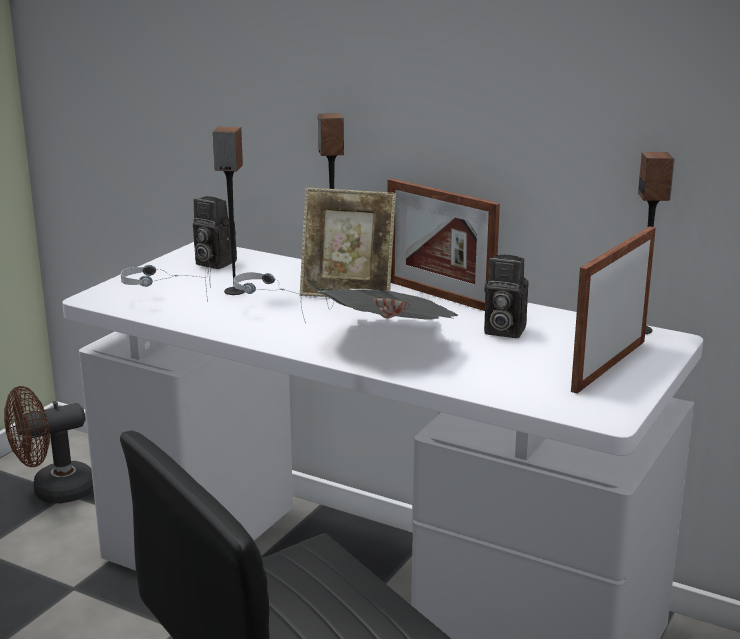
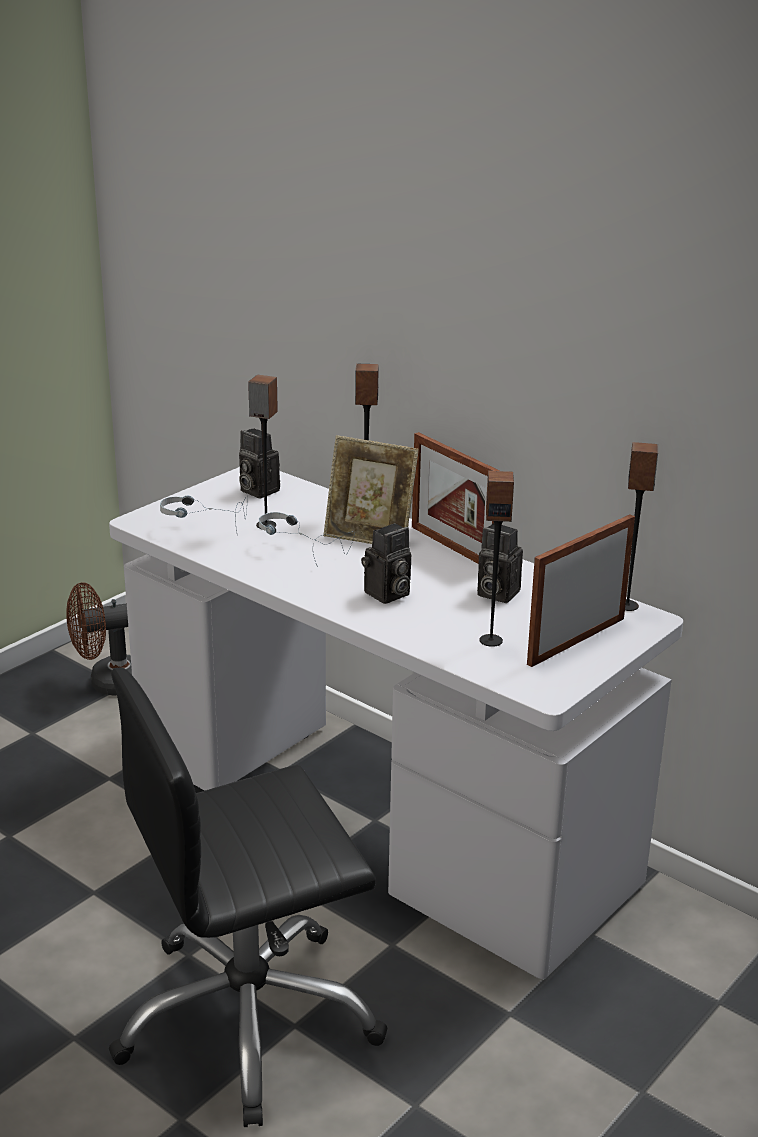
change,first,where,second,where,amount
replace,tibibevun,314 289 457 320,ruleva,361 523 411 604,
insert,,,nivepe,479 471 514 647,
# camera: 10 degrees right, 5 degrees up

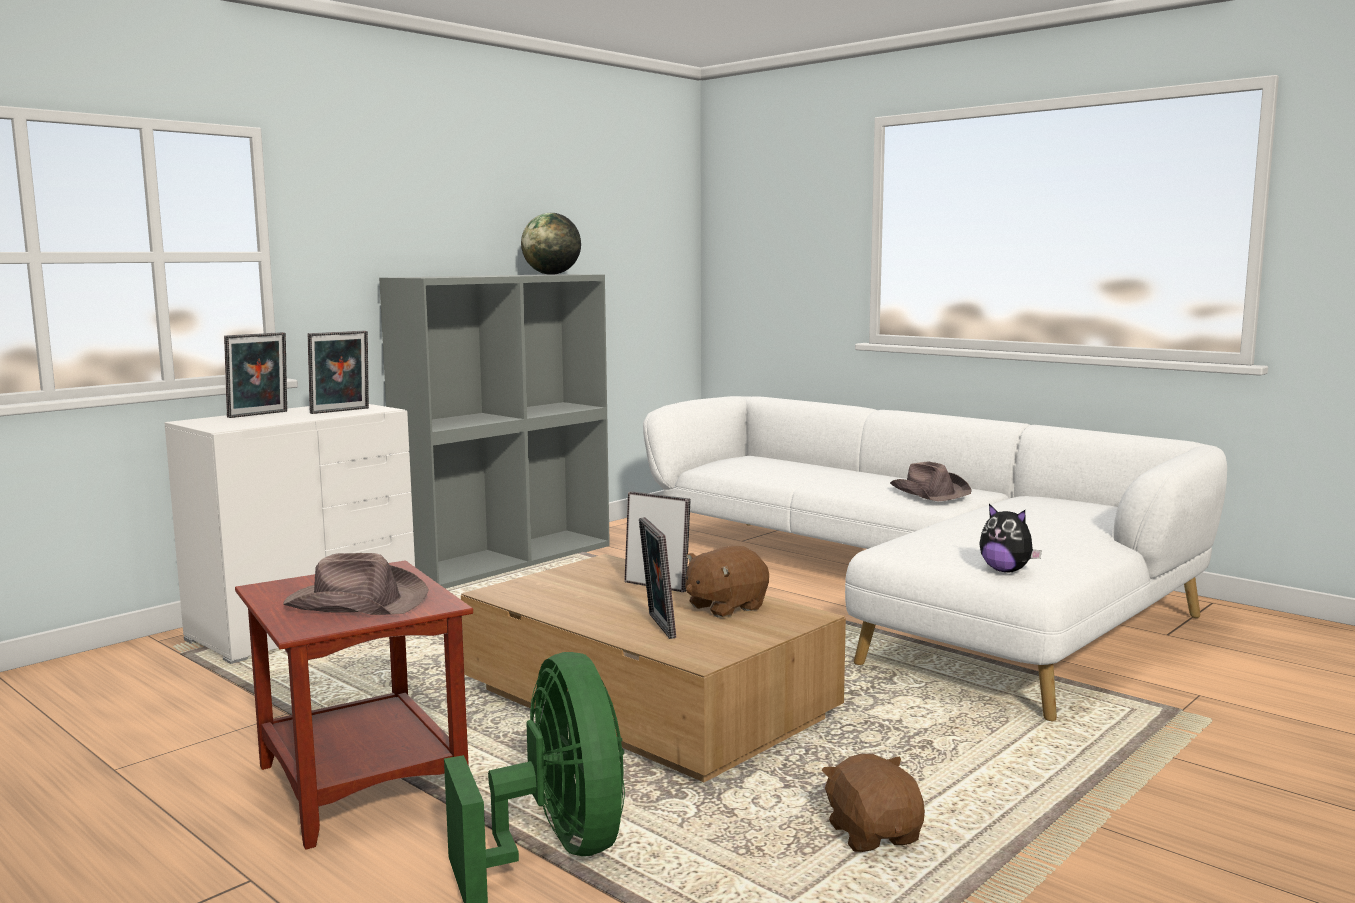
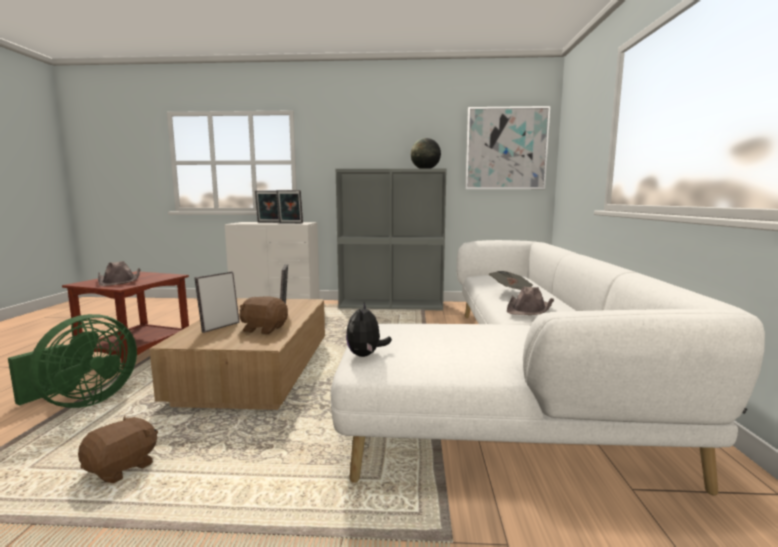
change,first,where,second,where,amount
insert,,,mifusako,465 106 550 189,
insert,,,tibibevun,489 271 533 290,
# camera: 50 degrees right, 0 degrees up

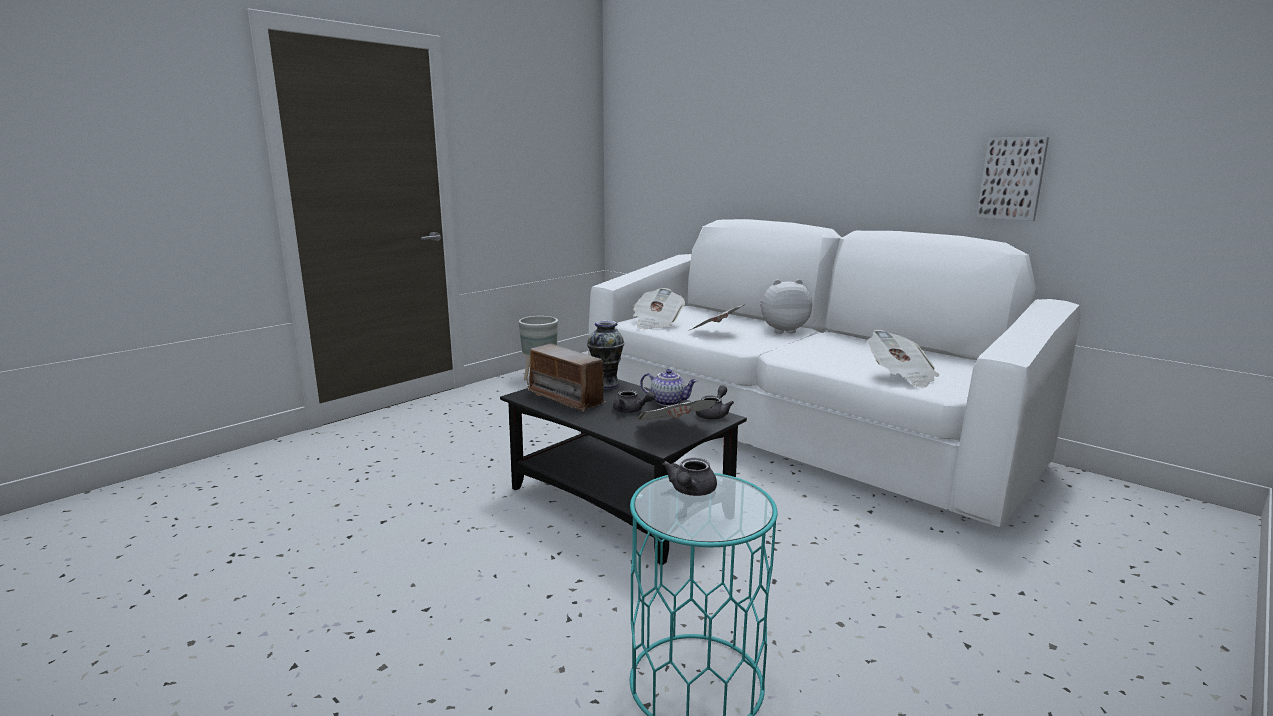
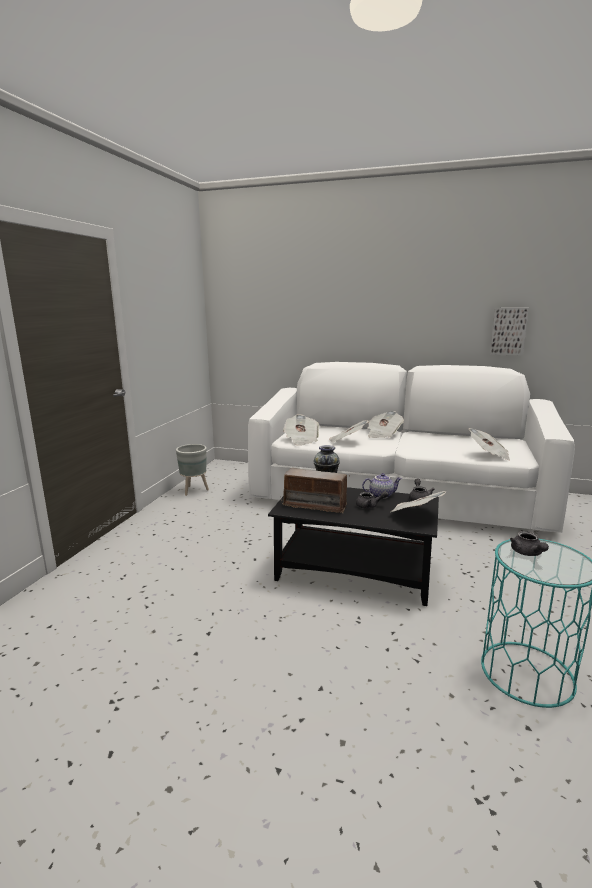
change,first,where,second,where,amount
replace,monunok,760 279 812 334,tibibevun,367 411 404 438,
# camera: 25 degrees left, 0 degrees up

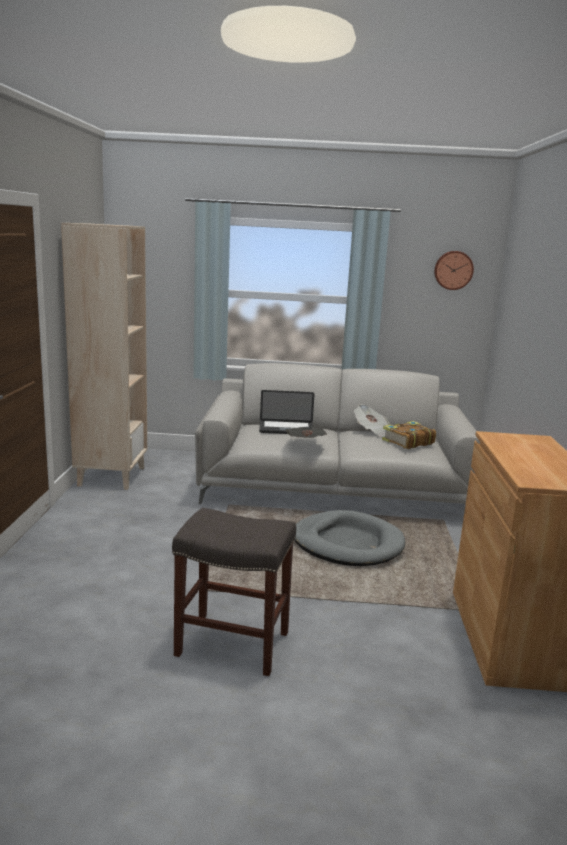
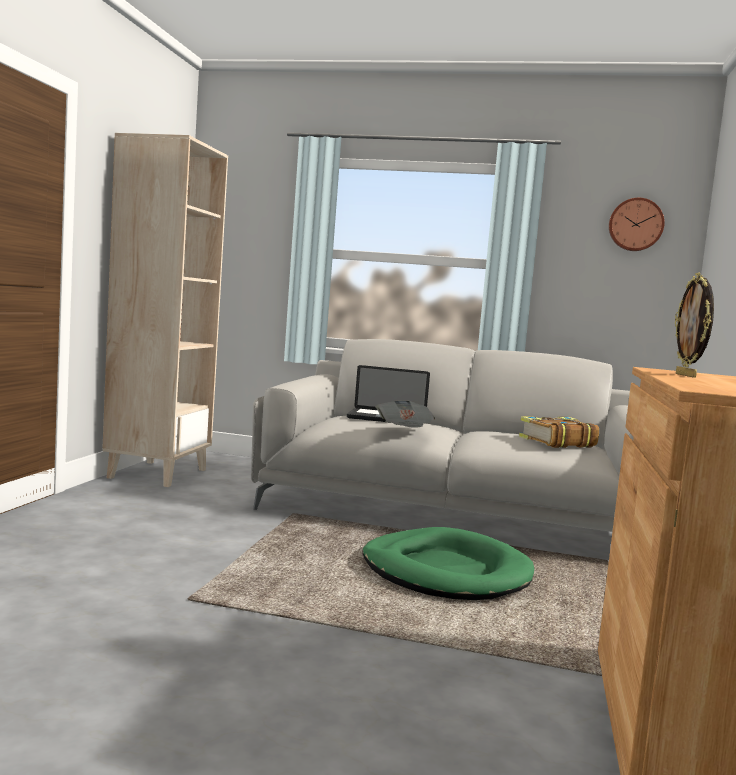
change,first,where,second,where,amount
recolor,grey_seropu,294 510 405 566,green_seropu,363 527 534 600,
insert,,,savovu,675 273 714 378,
delete,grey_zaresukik,172 508 296 676,,,
delete,tibibevun,354 404 390 437,,,
# camera: 10 degrees right, 10 degrees down

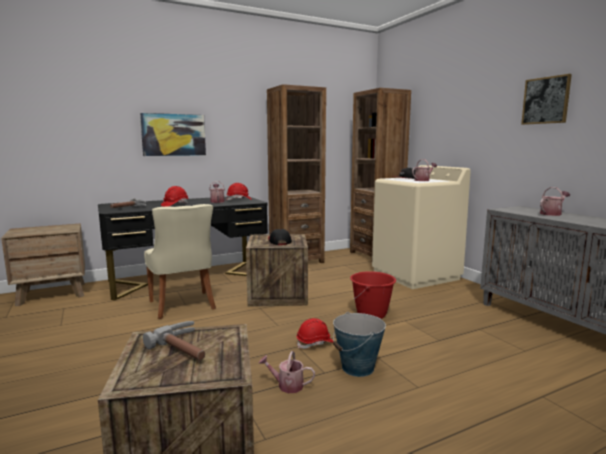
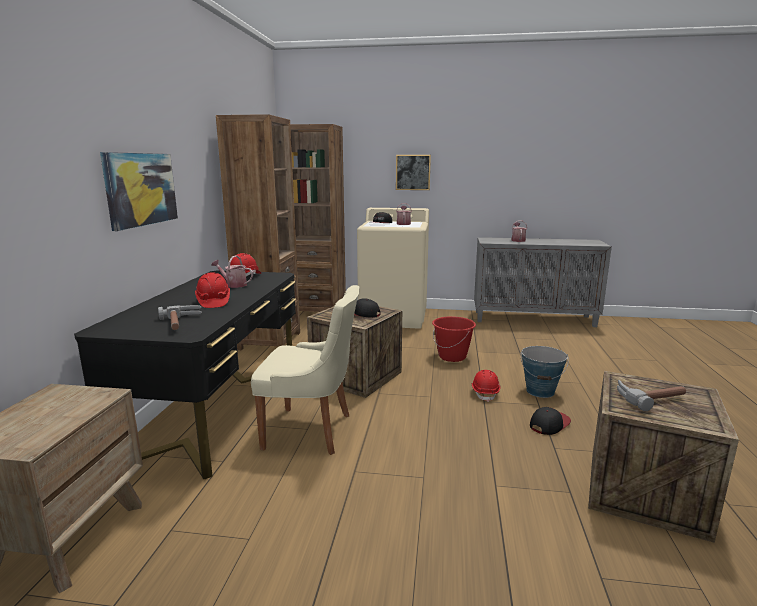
change,first,where,second,where,amount
move,mifusako,521 74 572 125,,396 155 431 190,
replace,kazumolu,259 351 315 393,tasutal,530 407 571 435,
# camera: 55 degrees left, 5 degrees up

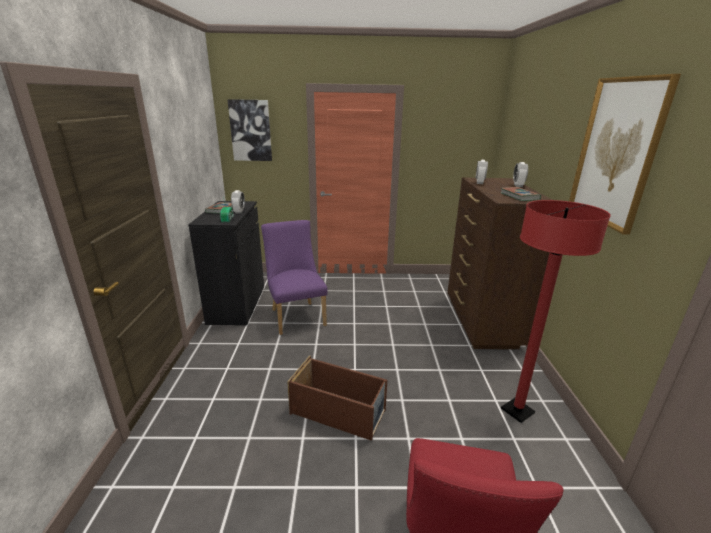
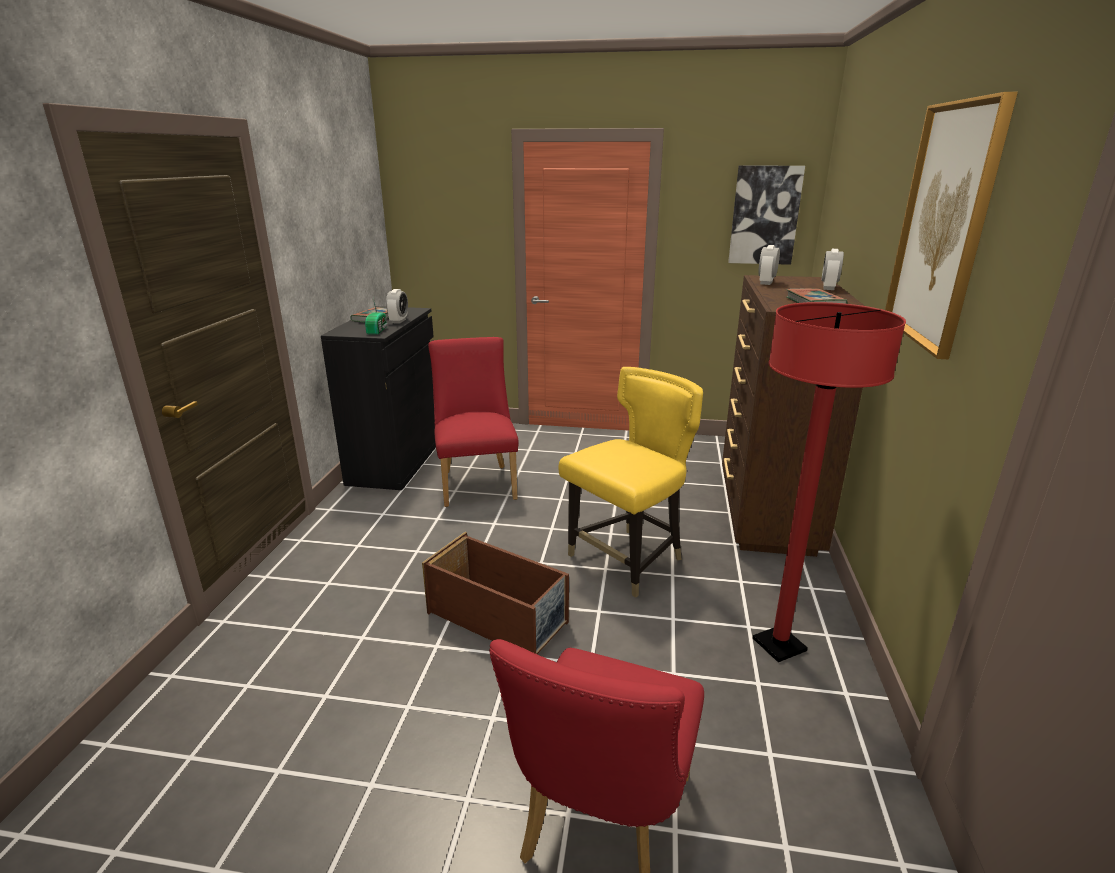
change,first,where,second,where,amount
recolor,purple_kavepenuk,261 220 328 335,red_kavepenuk,428 337 519 507,
insert,,,yellow_kavepenuk,558 367 703 598,
move,mifusako,227 99 272 161,,728 166 805 265,
# camera: 10 degrees right, 0 degrees up

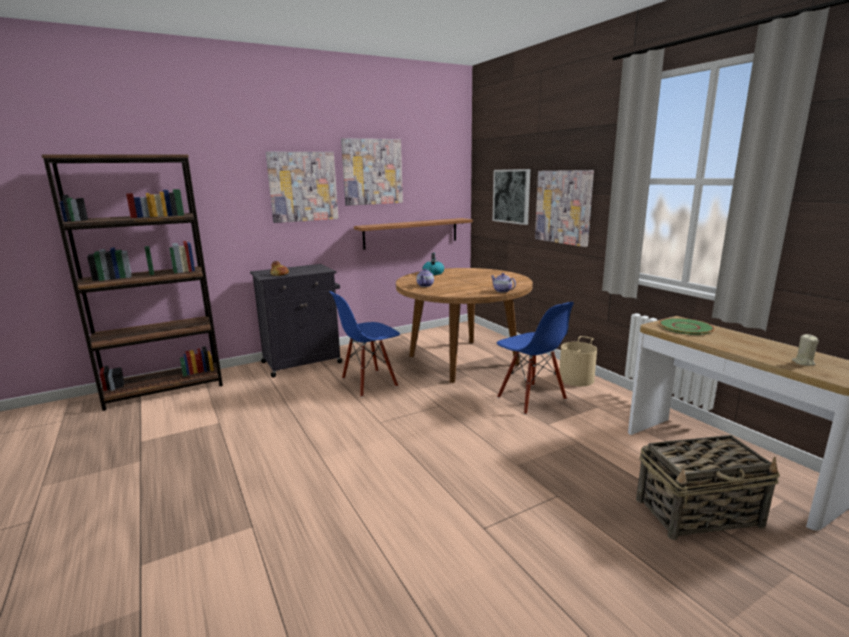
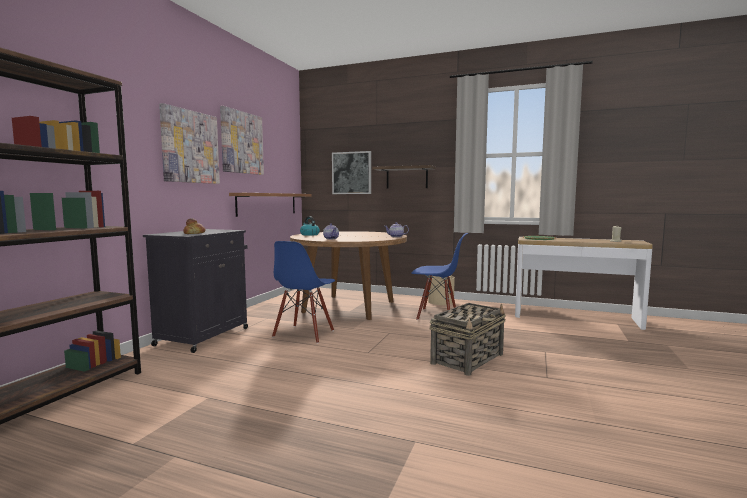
change,first,where,second,where,amount
replace,mifusako,535 170 594 247,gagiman,372 165 436 189,
move,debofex,636 435 780 540,,429 303 506 376,
# camera: 40 degrees left, 10 degrees down

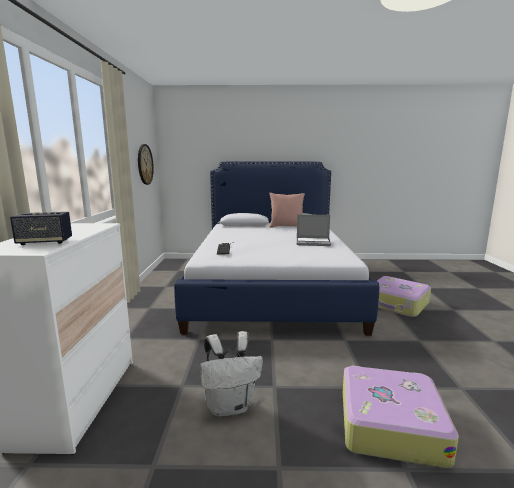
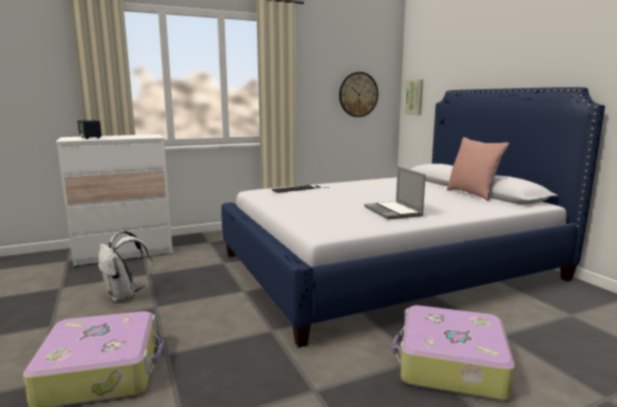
change,first,where,second,where,amount
insert,,,mifusako,405 80 423 115,
# camera: 65 degrees right, 0 degrees up

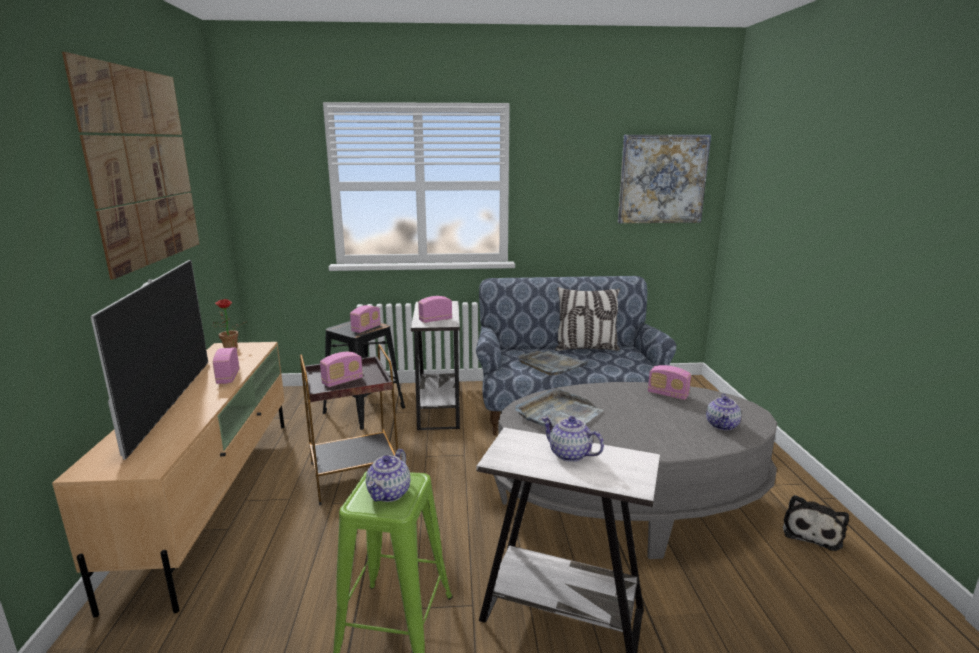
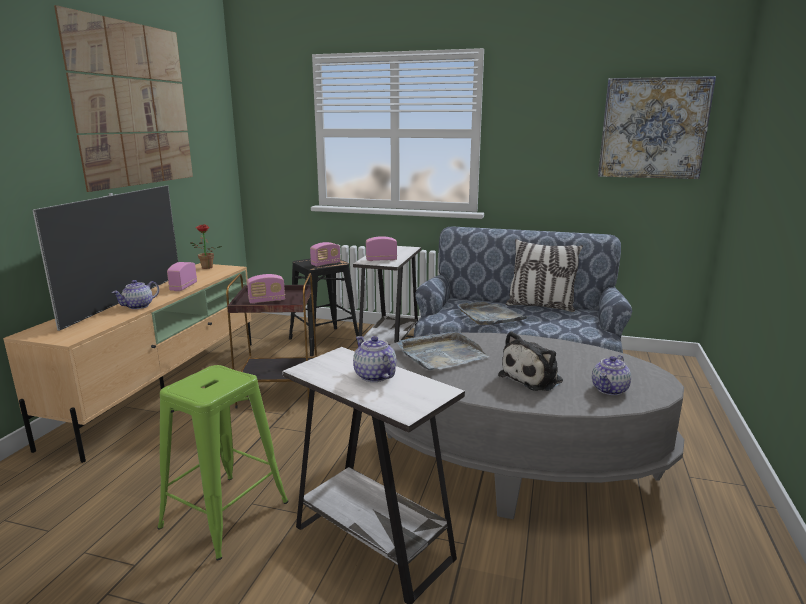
change,first,where,second,where,amount
move,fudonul,366 449 410 502,,112 280 159 309,
move,monunok,783 495 849 551,,498 331 563 391,
delete,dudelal,648 365 691 400,,,
# camera: 20 degrees right, 0 degrees up

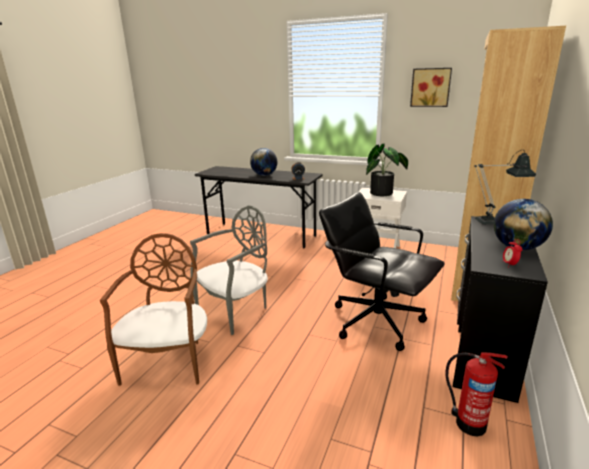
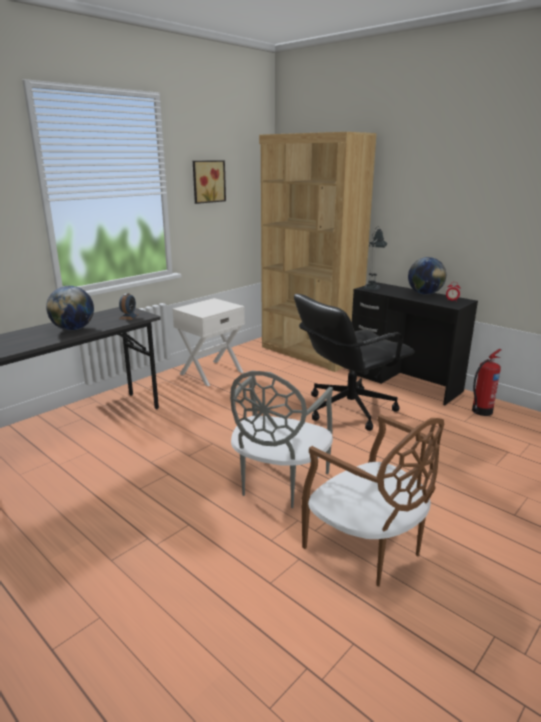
change,first,where,second,where,amount
rotate,grey_kavepenuk,190 206 268 335,,230 371 333 508,135 degrees counterclockwise
rotate,brown_kavepenuk,100 233 207 386,,301 414 444 587,150 degrees counterclockwise
delete,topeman,366 144 408 196,,,
# camera: 70 degrees left, 0 degrees up

